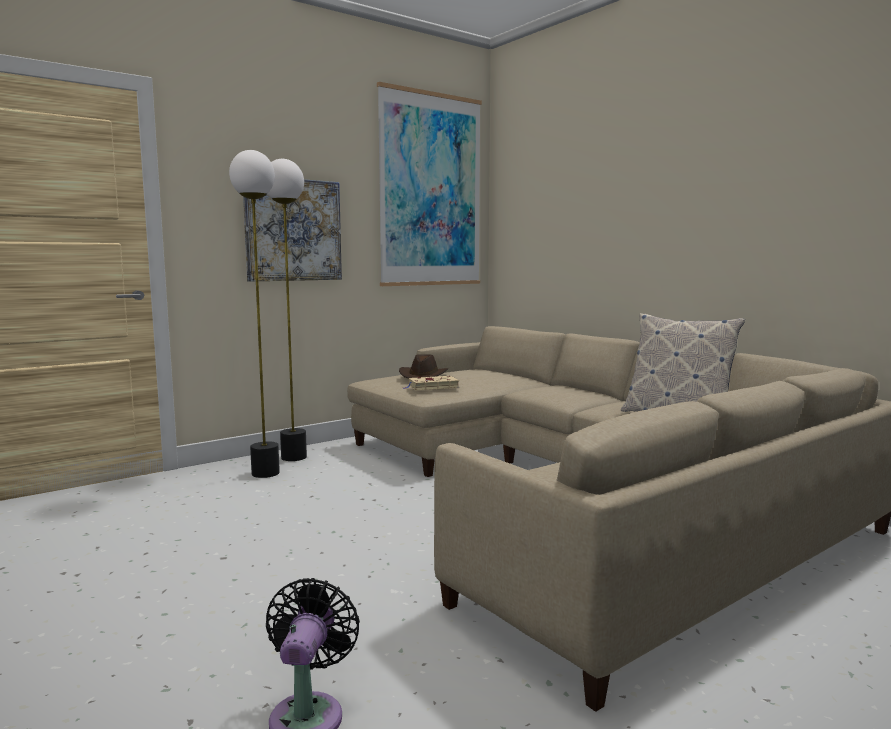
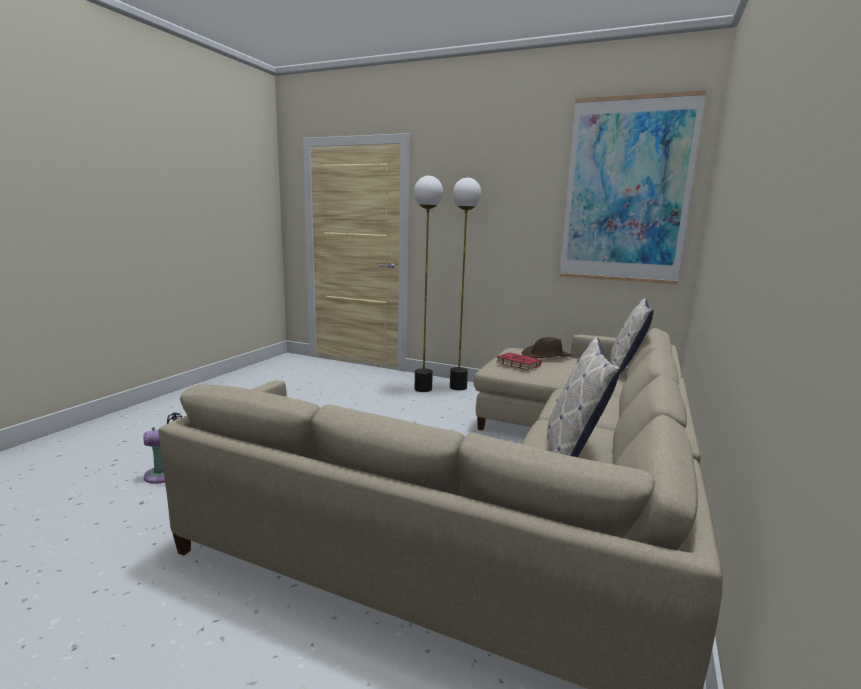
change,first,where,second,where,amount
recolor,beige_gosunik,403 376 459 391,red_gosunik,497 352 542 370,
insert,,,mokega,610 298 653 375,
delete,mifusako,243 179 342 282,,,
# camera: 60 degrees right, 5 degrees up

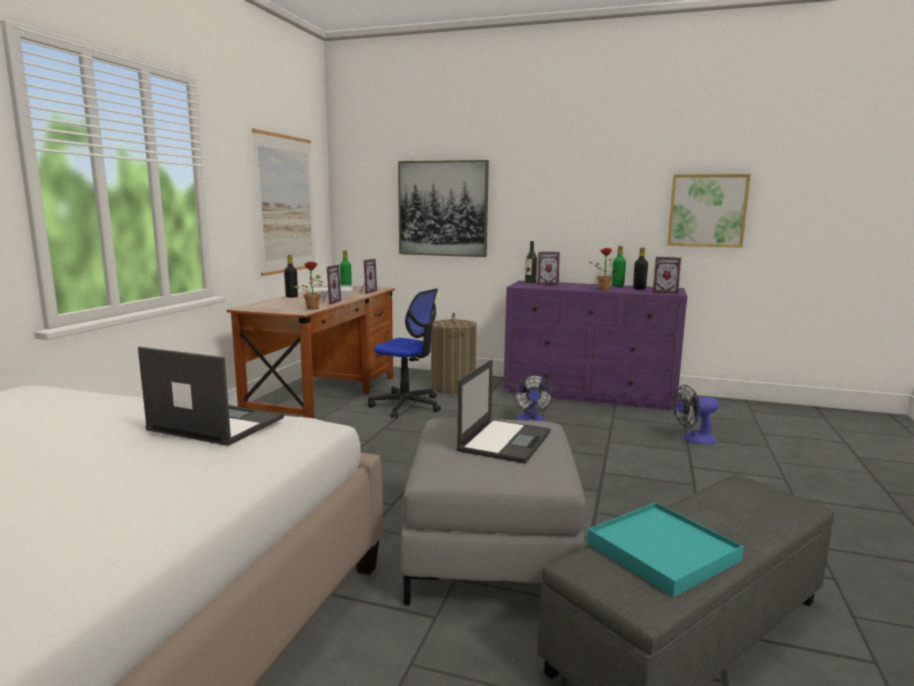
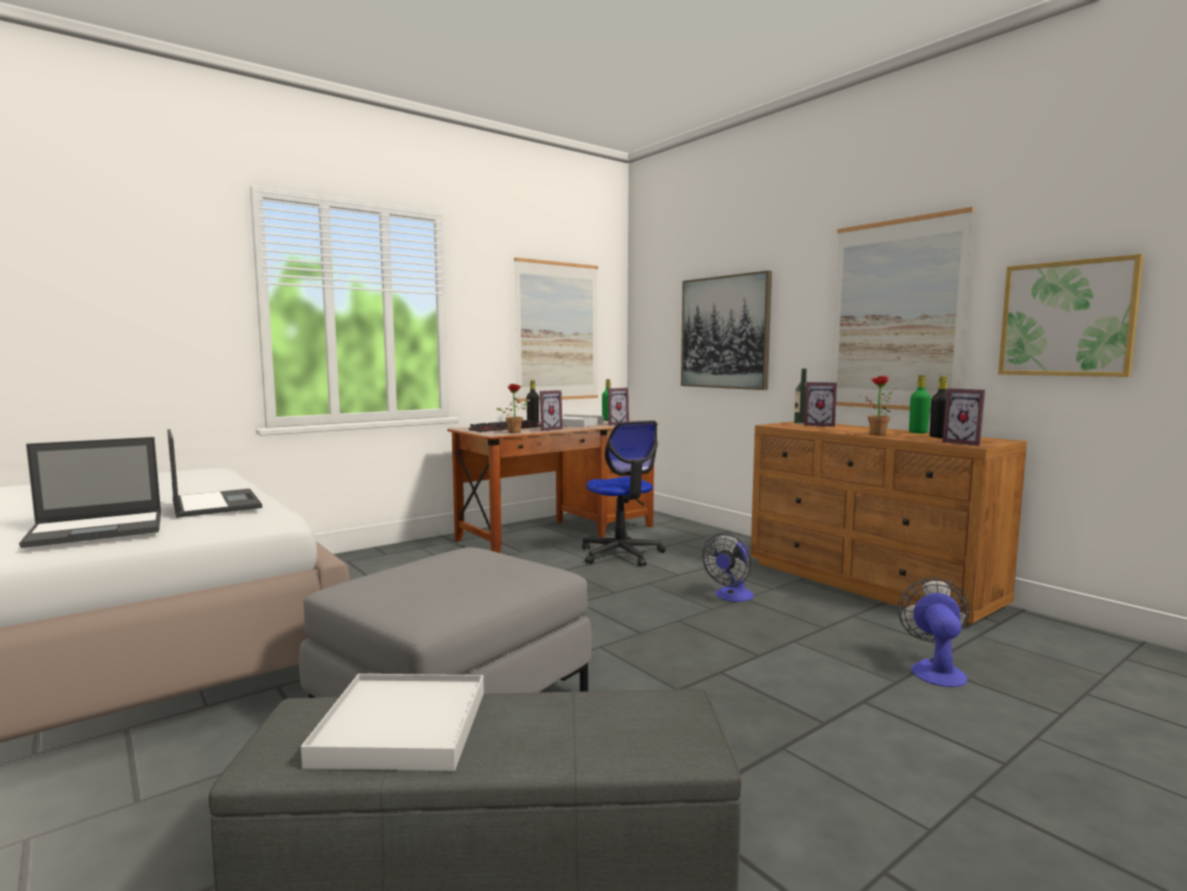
change,first,where,second,where,amount
move,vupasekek,456 360 551 464,,19 437 161 548,
recolor,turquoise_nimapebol,587 502 744 597,white_nimapebol,301 674 484 771,
insert,,,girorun,469 420 541 432,
recolor,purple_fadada,503 281 687 410,brown_fadada,751 422 1027 627,
insert,,,mifusako,831 207 974 412,
rotate,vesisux,673 385 719 445,,898 578 969 687,75 degrees clockwise
delete,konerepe,431 313 477 394,,,
# camera: 35 degrees right, 5 degrees down

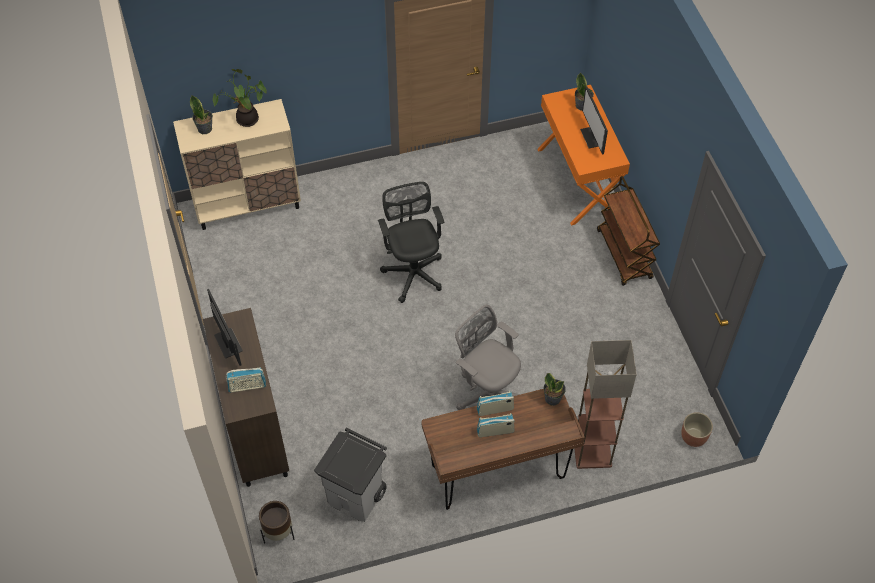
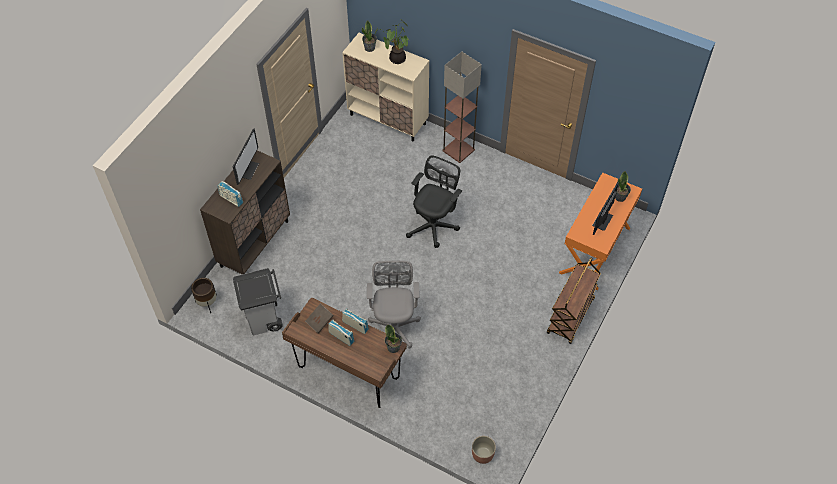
change,first,where,second,where,amount
insert,,,brown_gosunik,305 304 334 334,
move,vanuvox,574 340 637 469,,443 52 482 163,
# camera: 45 degrees right, 0 degrees up

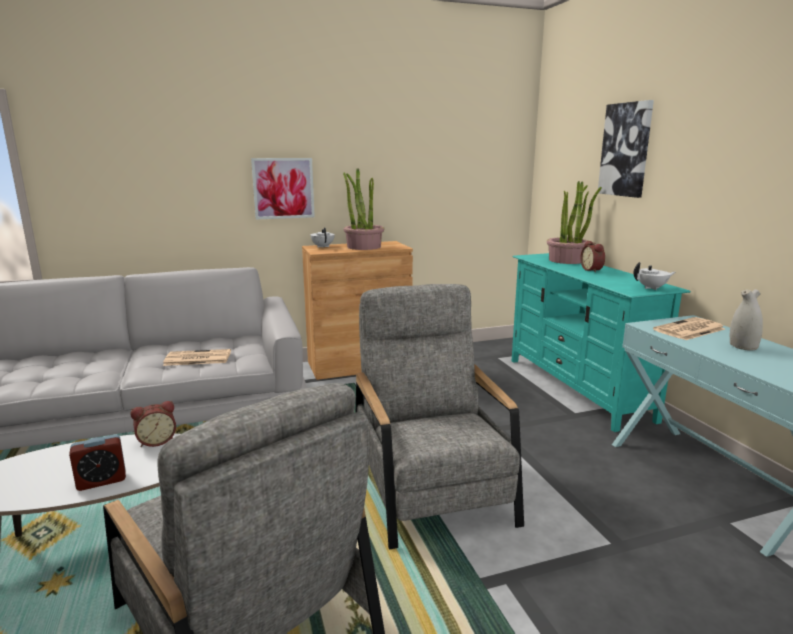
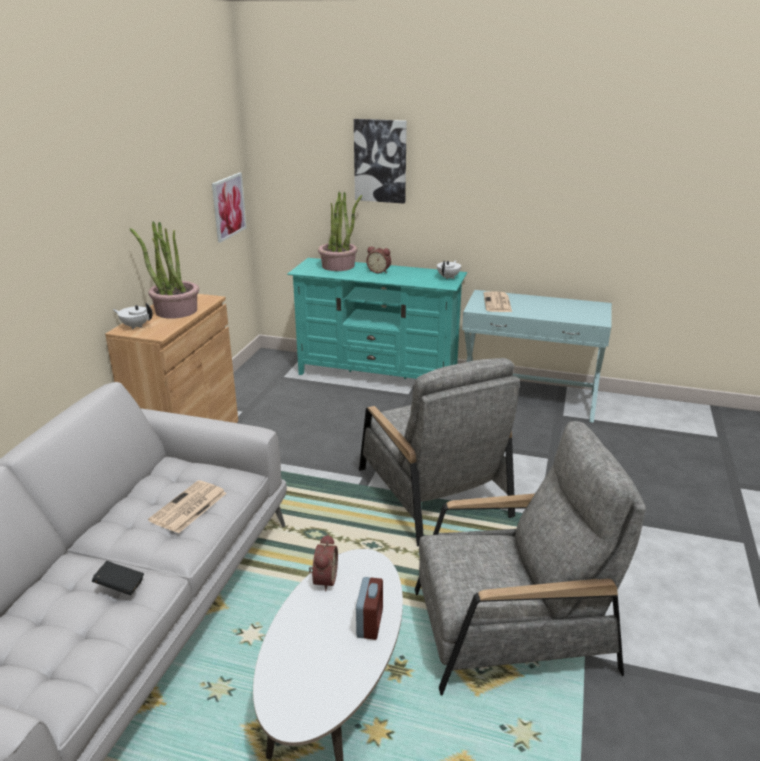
change,first,where,second,where,amount
insert,,,black_gosunik,92 561 144 595,
move,mifusako,251 158 315 220,,212 173 246 243,
rotate,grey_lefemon,356 284 524 550,,359 358 519 547,135 degrees counterclockwise
delete,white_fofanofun,730 289 763 351,,,
# camera: 55 degrees left, 10 degrees up

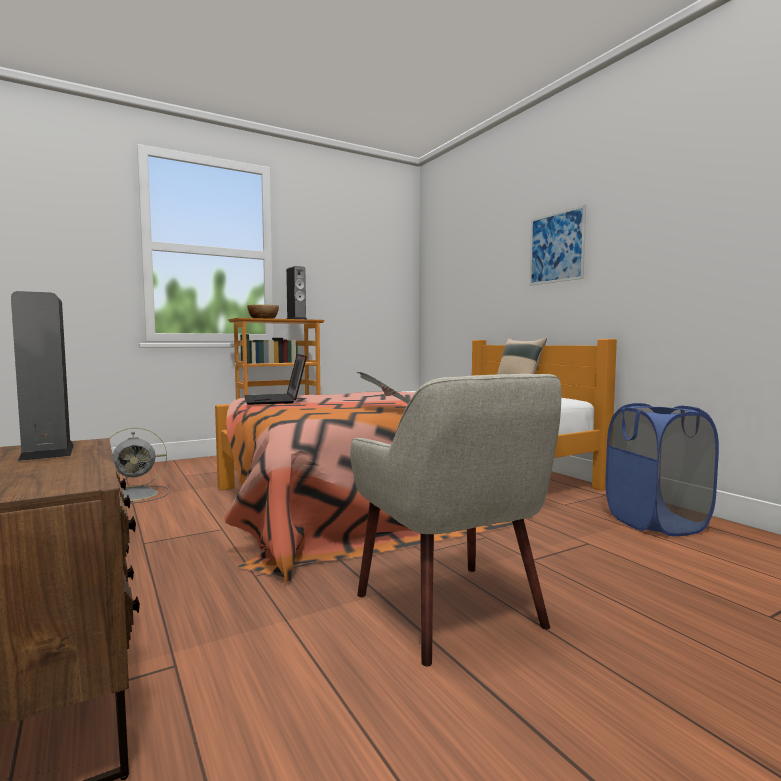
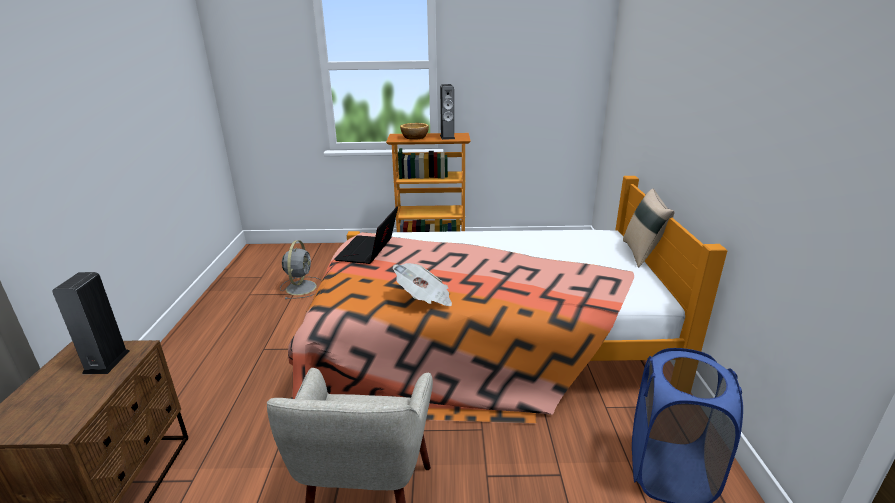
change,first,where,second,where,amount
rotate,grey_vesisux,109 428 169 504,,280 240 322 299,90 degrees counterclockwise
delete,mifusako,529 205 586 286,,,
# camera: 30 degrees right, 20 degrees up

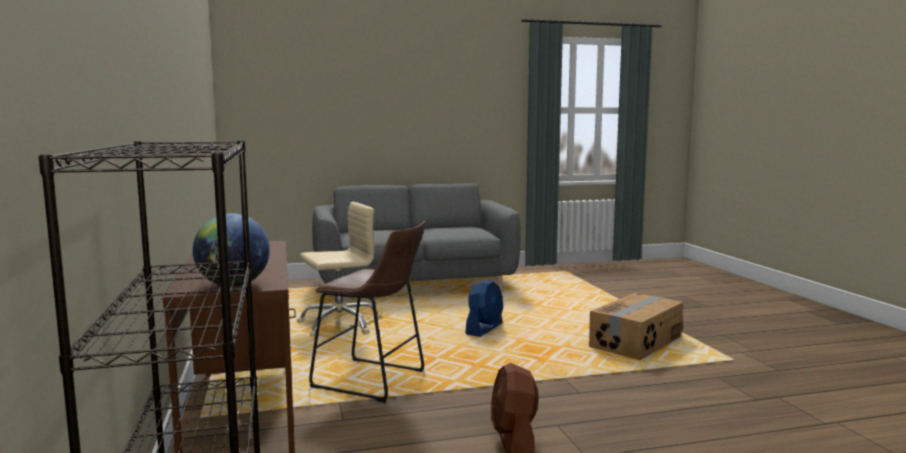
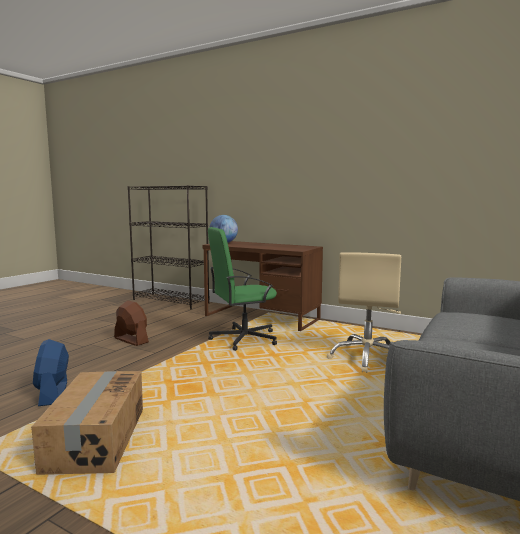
change,first,where,second,where,amount
move,blue_vesisux,465 279 503 337,,33 339 69 406,
replace,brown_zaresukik,309 221 426 403,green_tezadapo,208 227 277 351,
# camera: 135 degrees right, 0 degrees up

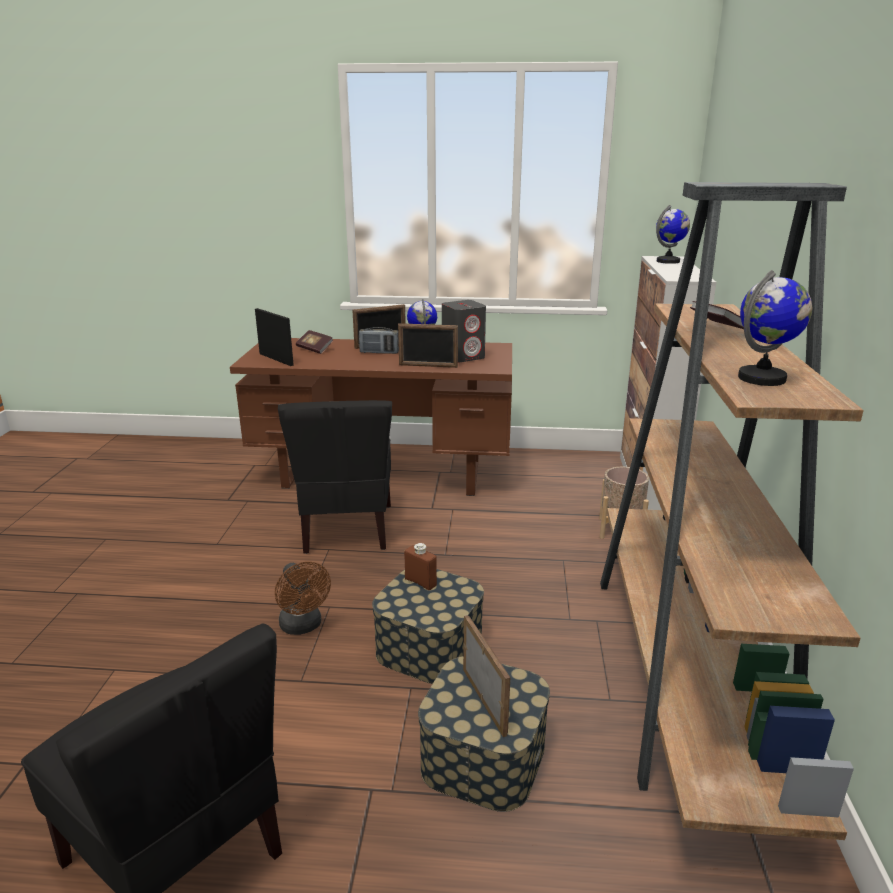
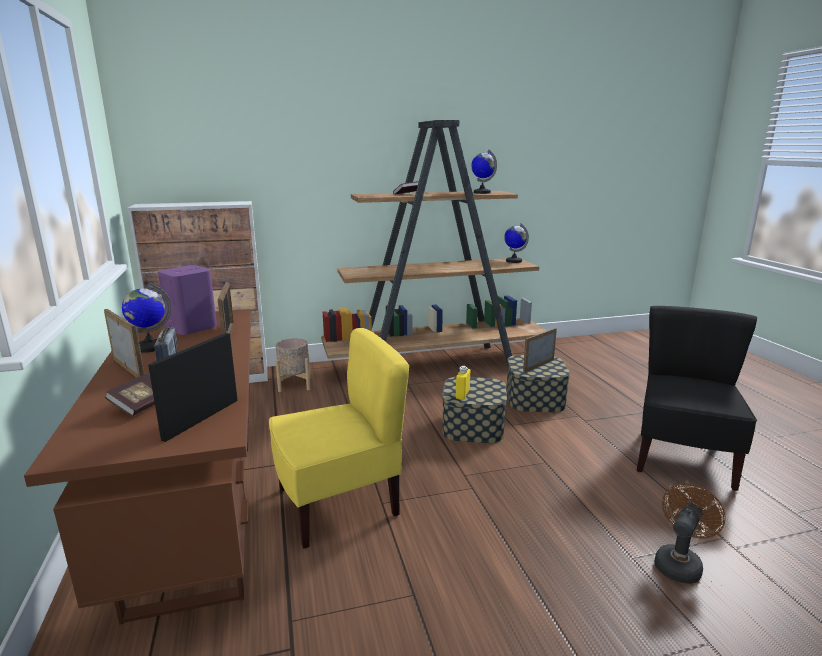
change,first,where,second,where,amount
recolor,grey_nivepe,442 300 486 362,purple_nivepe,158 265 217 335,
recolor,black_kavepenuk,278 400 392 554,yellow_kavepenuk,269 328 409 549,
recolor,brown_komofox,404 543 437 590,yellow_komofox,456 366 470 400,
move,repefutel,656 205 690 264,,504 224 529 263,
move,brown_vesisux,275 562 331 635,,655 483 725 584,
# camera: 110 degrees left, 5 degrees down

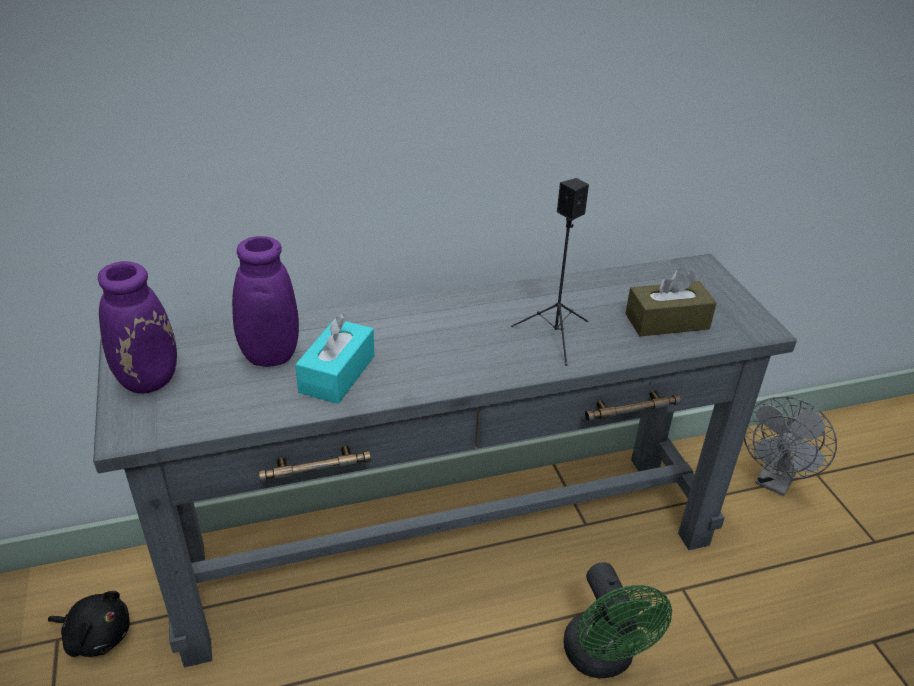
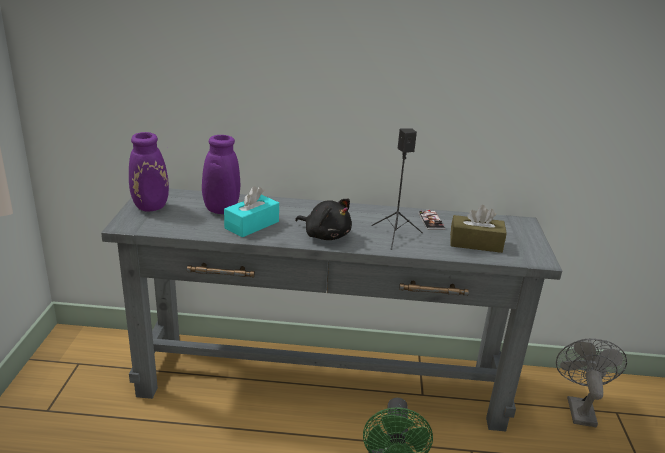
change,first,where,second,where,amount
move,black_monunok,48 591 130 657,,295 199 352 240,
insert,,,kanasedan,418 210 445 230,
rotate,grey_vesisux,744 396 837 496,,556 338 627 427,135 degrees clockwise
# camera: 20 degrees right, 10 degrees down

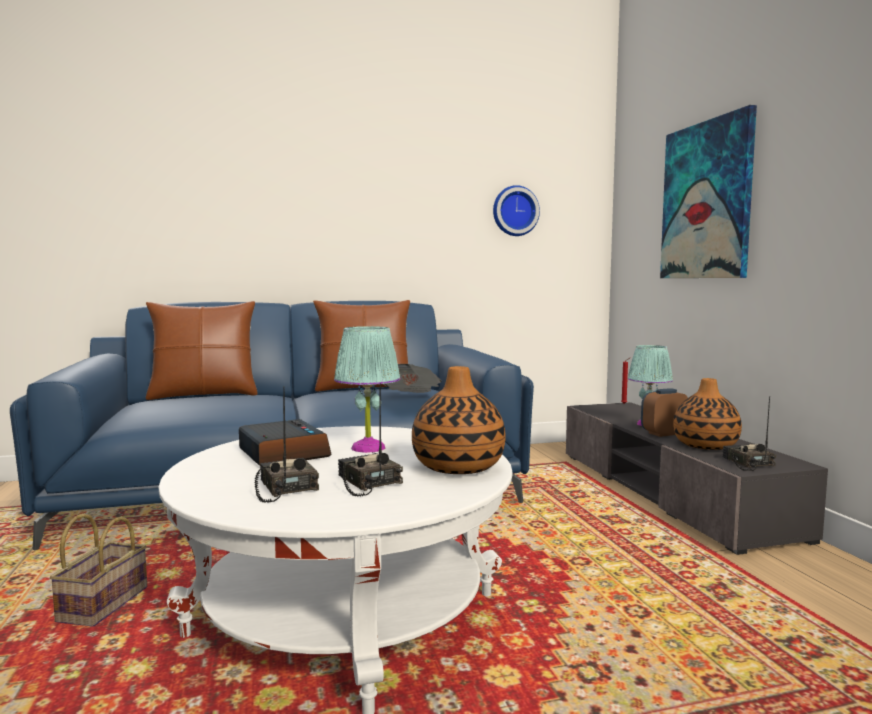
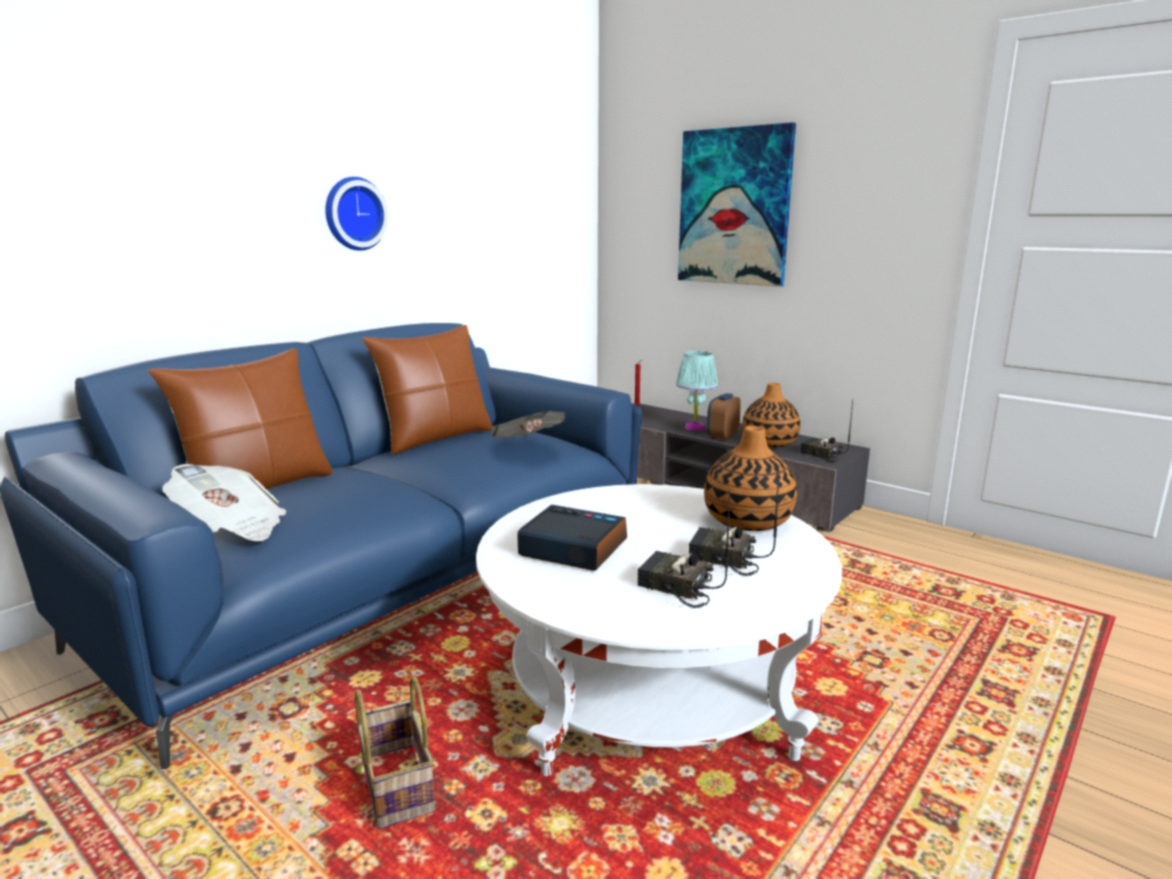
change,first,where,second,where,amount
insert,,,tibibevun,162 464 287 541,
move,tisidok,493 185 540 236,,325 177 389 251,
delete,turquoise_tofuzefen,334 326 401 453,,,
# camera: 35 degrees left, 10 degrees up

